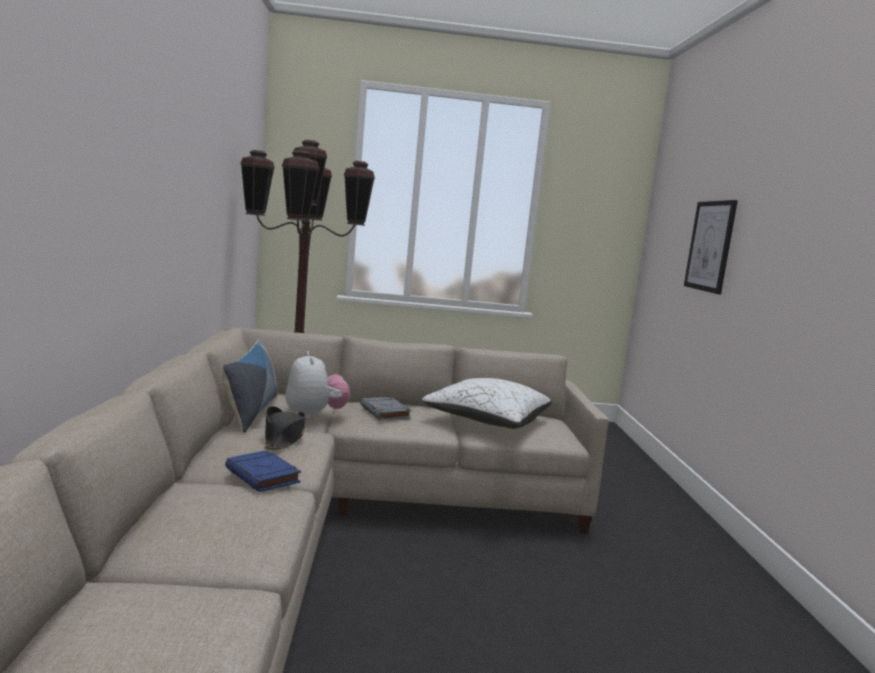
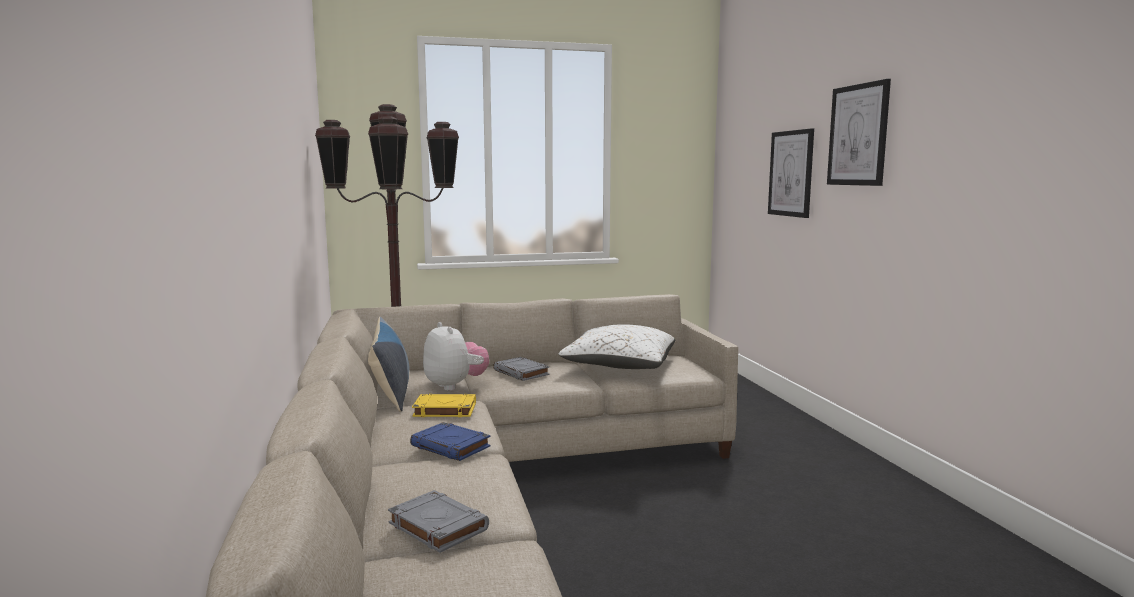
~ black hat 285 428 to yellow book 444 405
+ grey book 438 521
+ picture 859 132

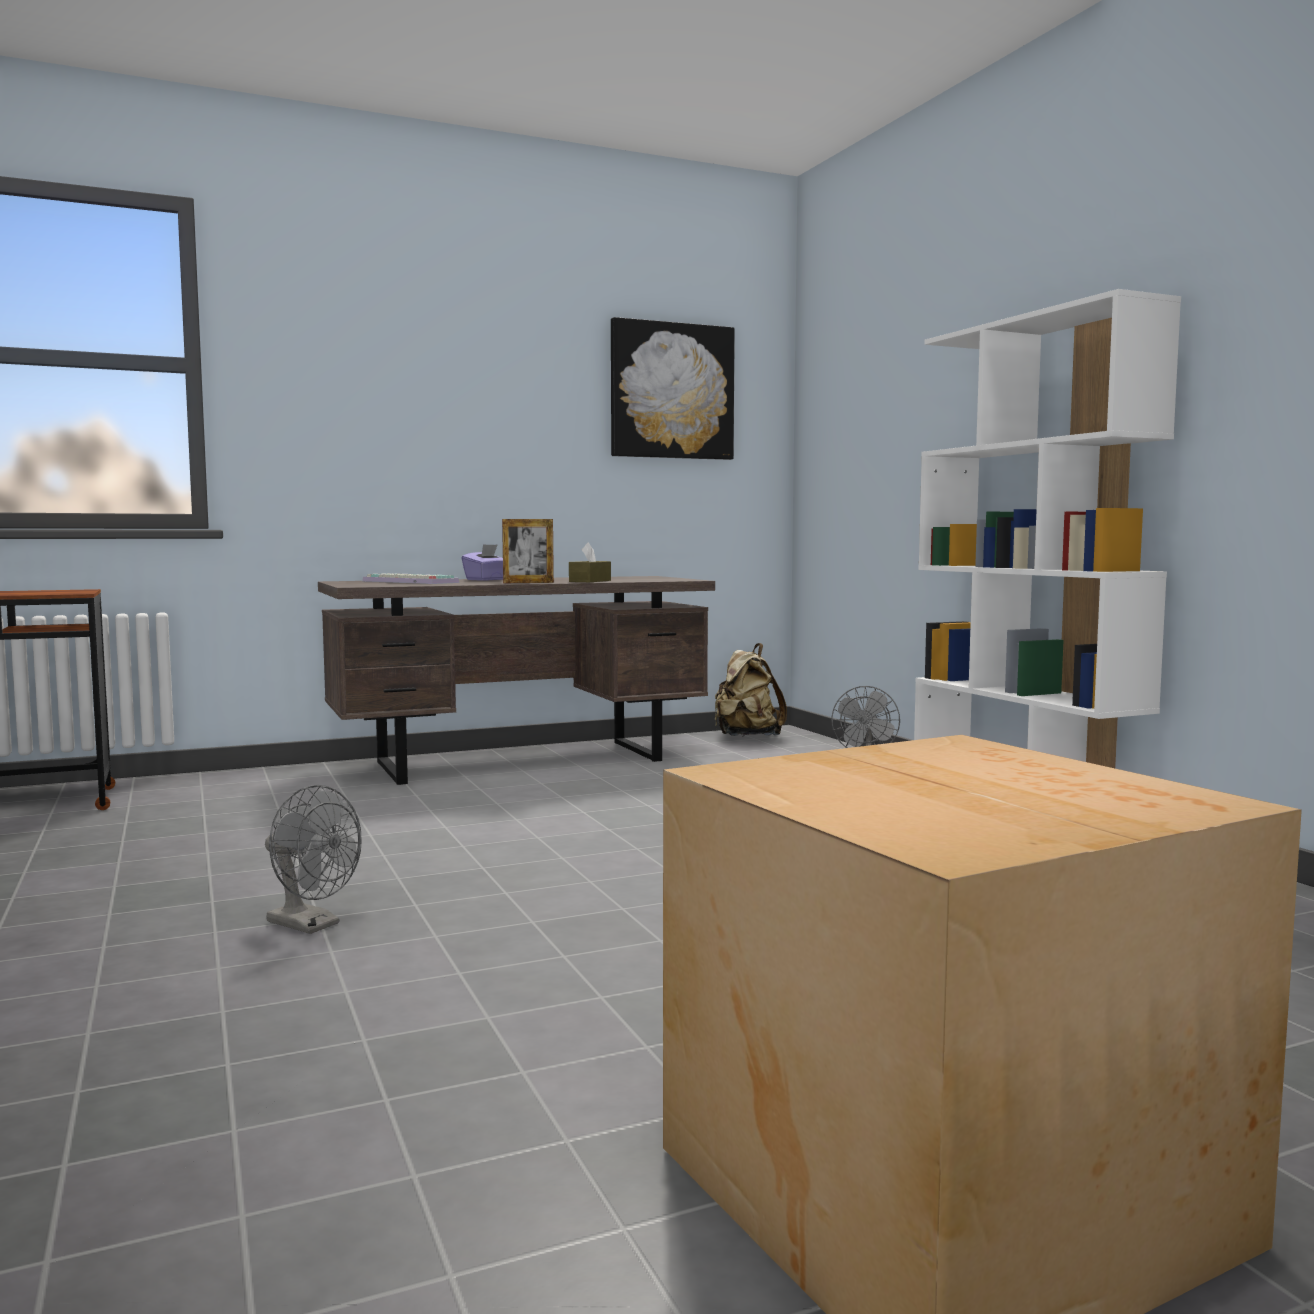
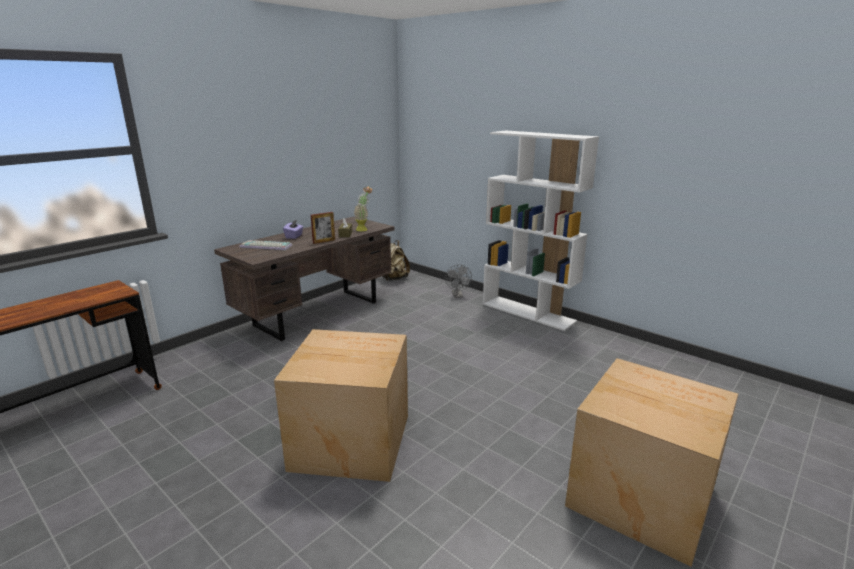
~ grey fan 313 859 to cardboard box 341 405
- picture 673 388
+ potted plant 363 208

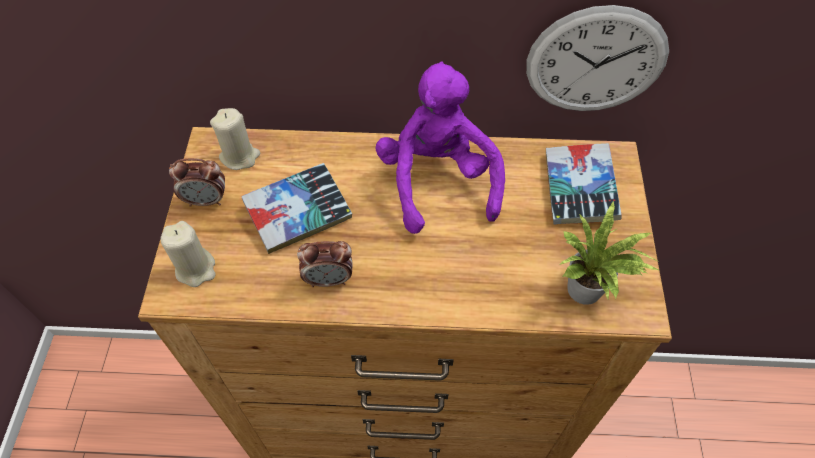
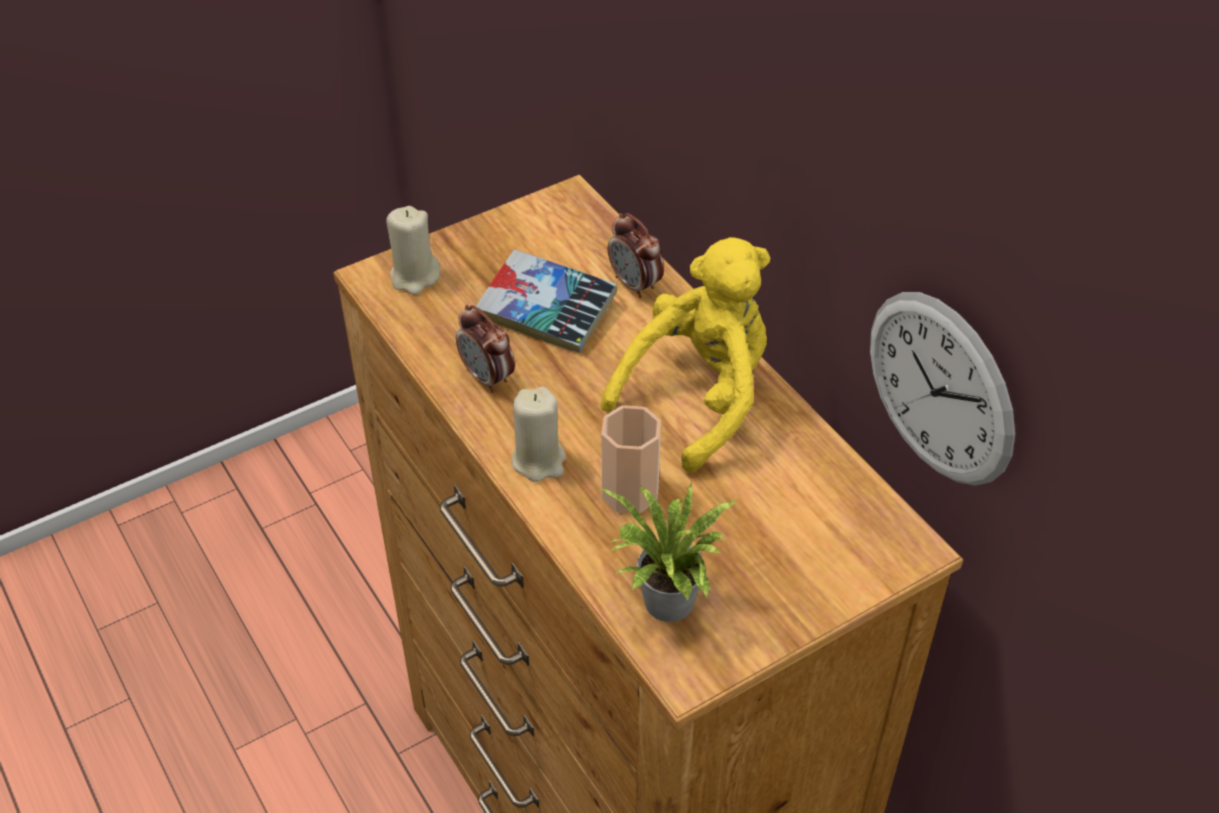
~ alarm clock 197 182 to 636 255
~ beige candle 235 139 to 539 434
~ purple plush toy 440 147 to yellow plush toy 685 354
- book 584 184
+ cup 631 459

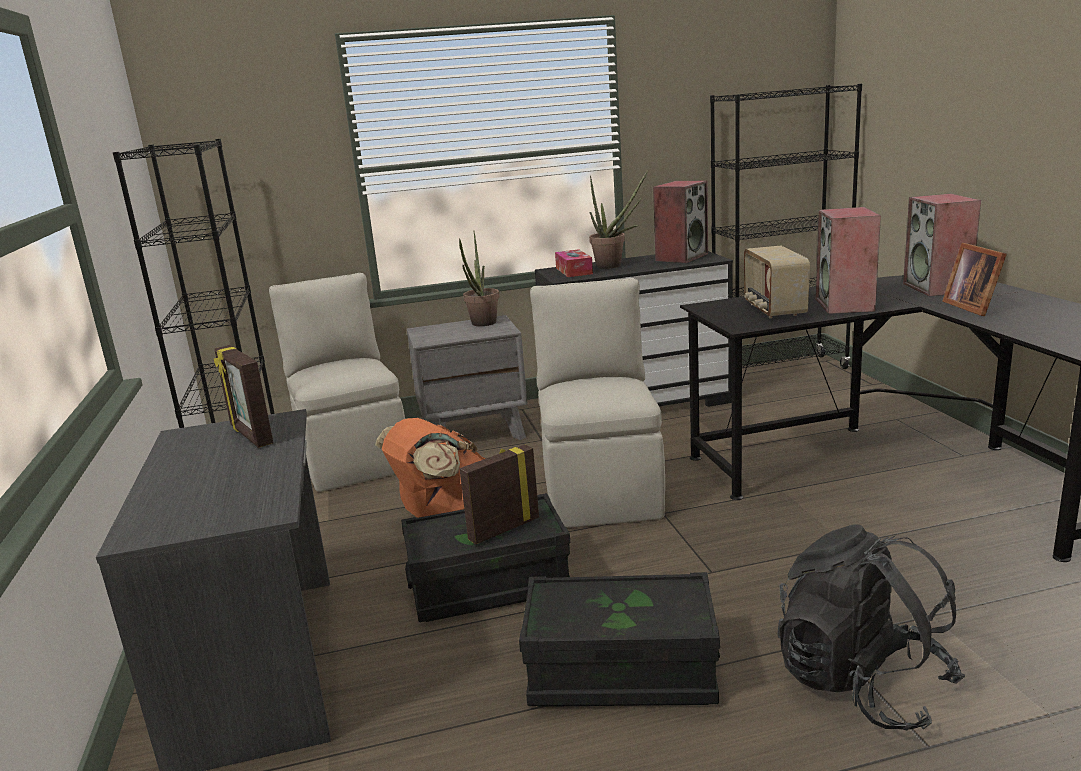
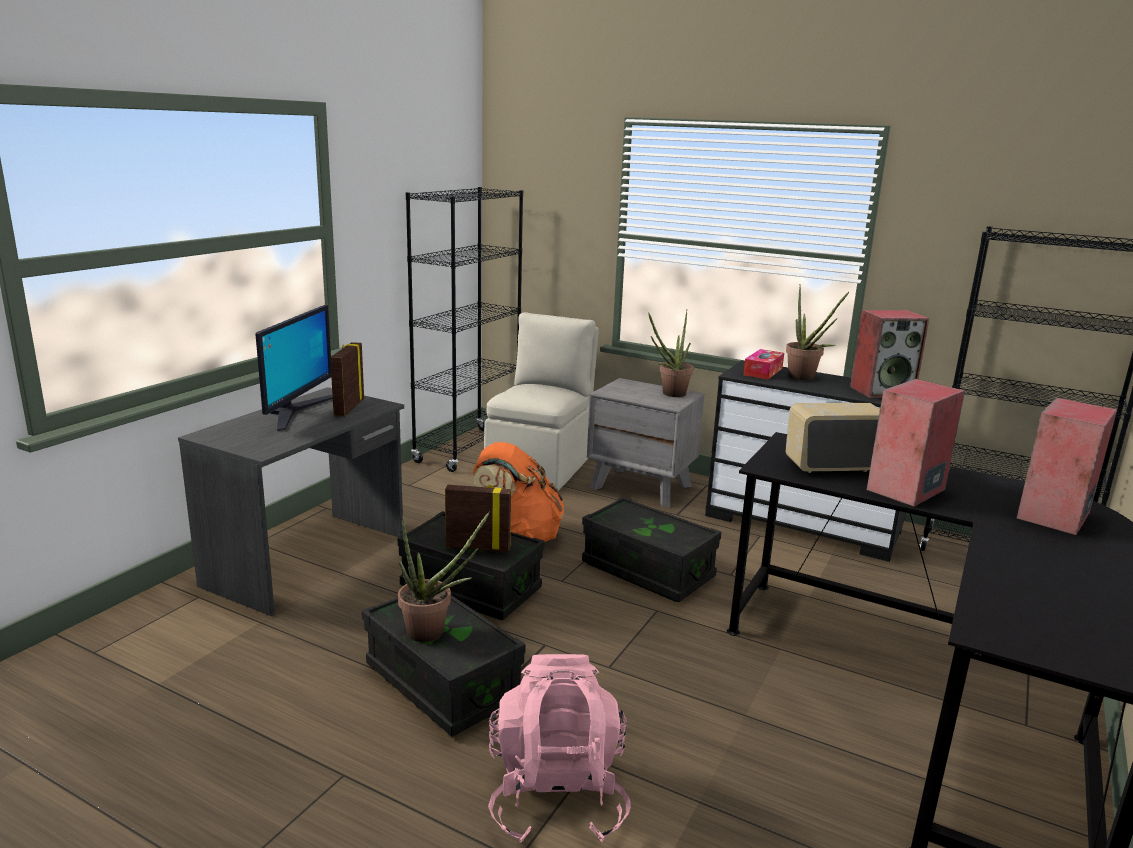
~ beige chair 597 403 to black storage box 652 549
~ radio 777 282 = 832 438 45 degrees clockwise
~ black backpack 871 628 to pink backpack 559 748
- picture frame 975 279
+ monitor 294 368
+ potted plant 444 576

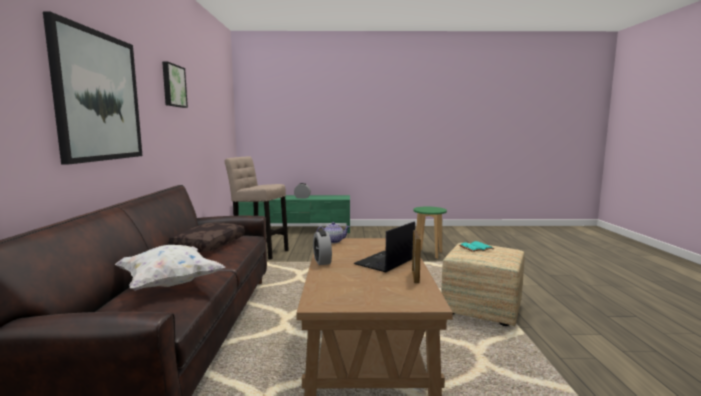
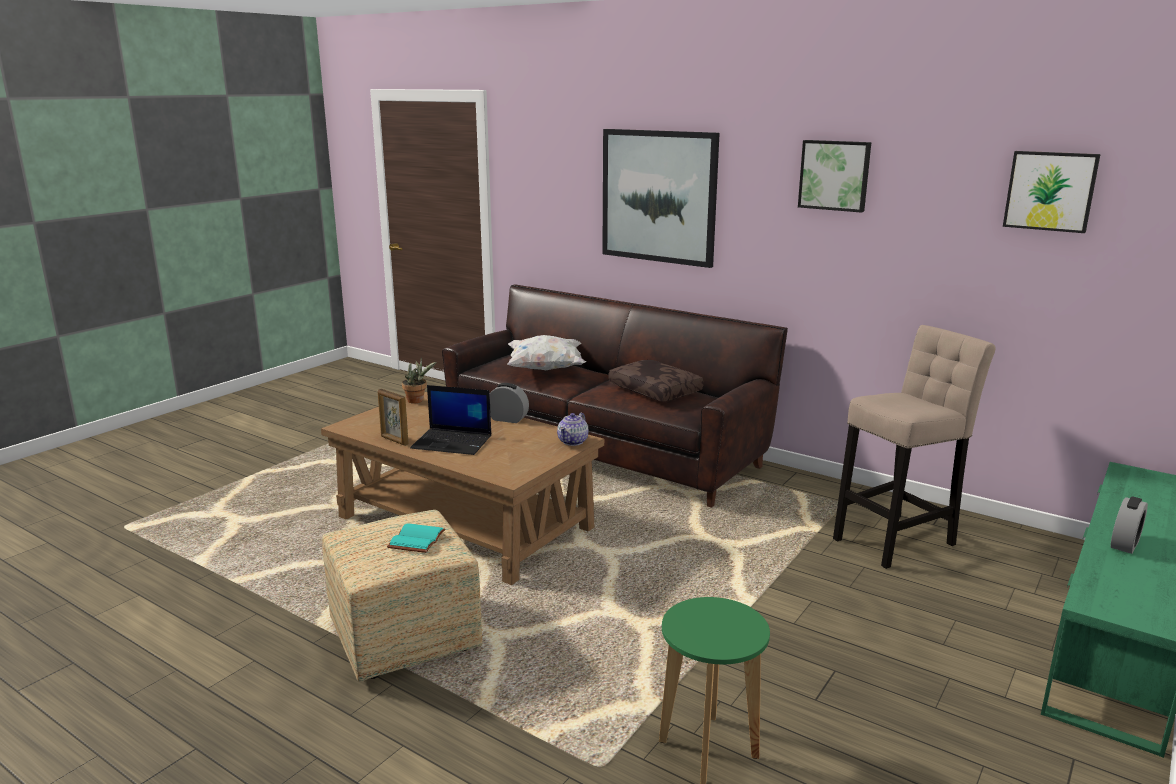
~ laptop 384 246 = 450 420 120 degrees clockwise
+ potted plant 419 380
+ picture 1051 192

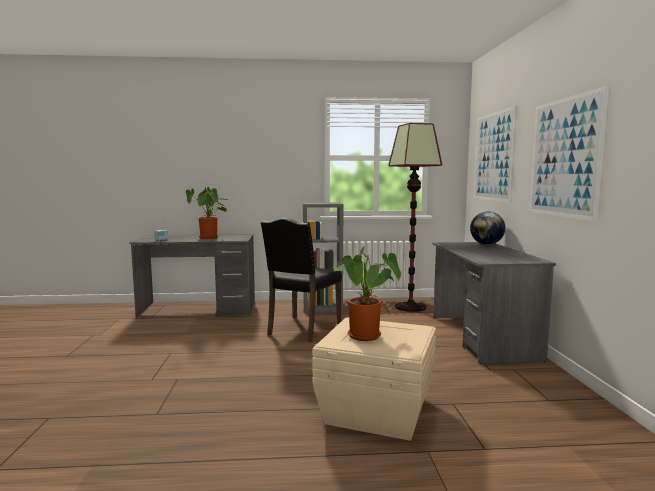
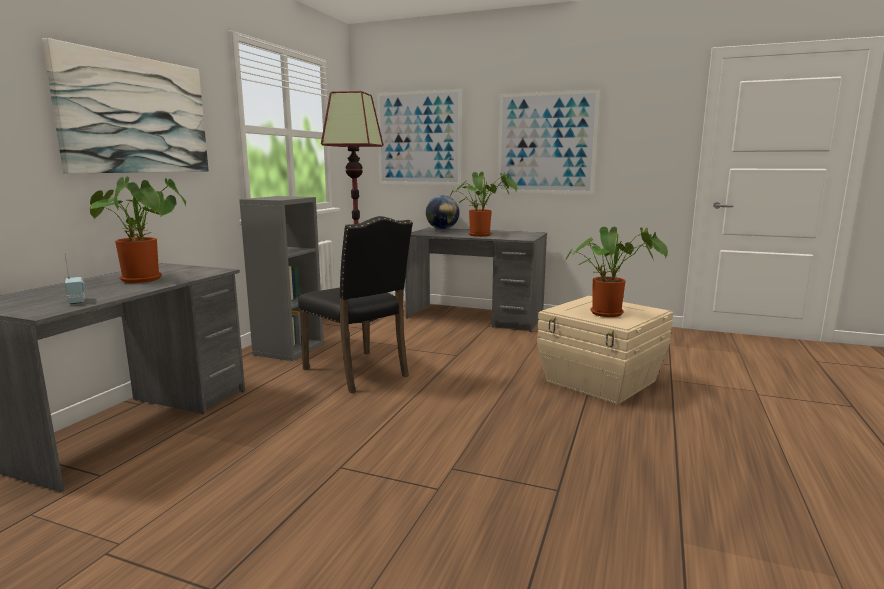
+ picture 125 106
+ potted plant 483 204

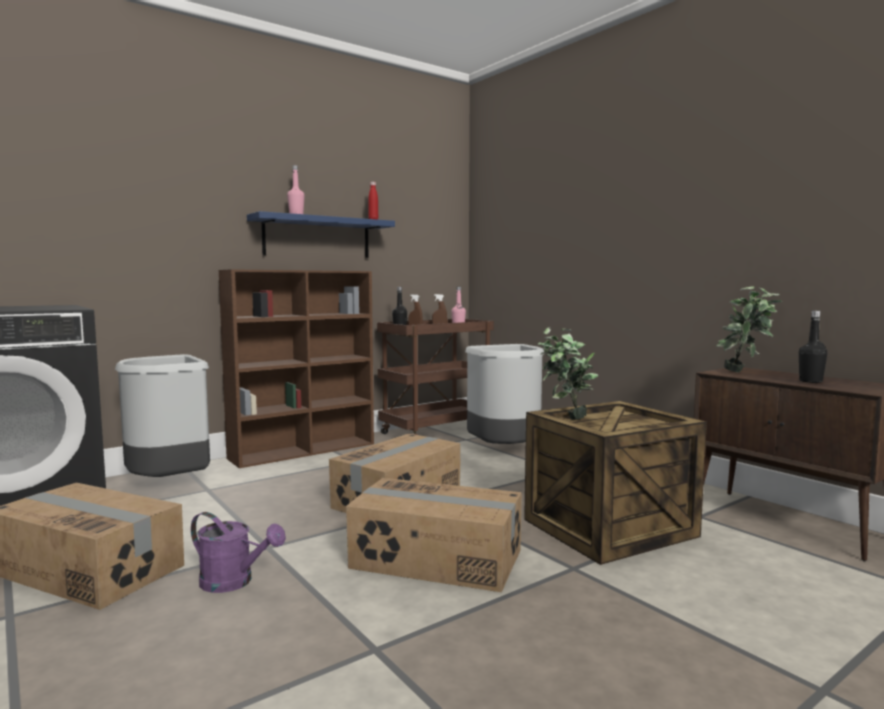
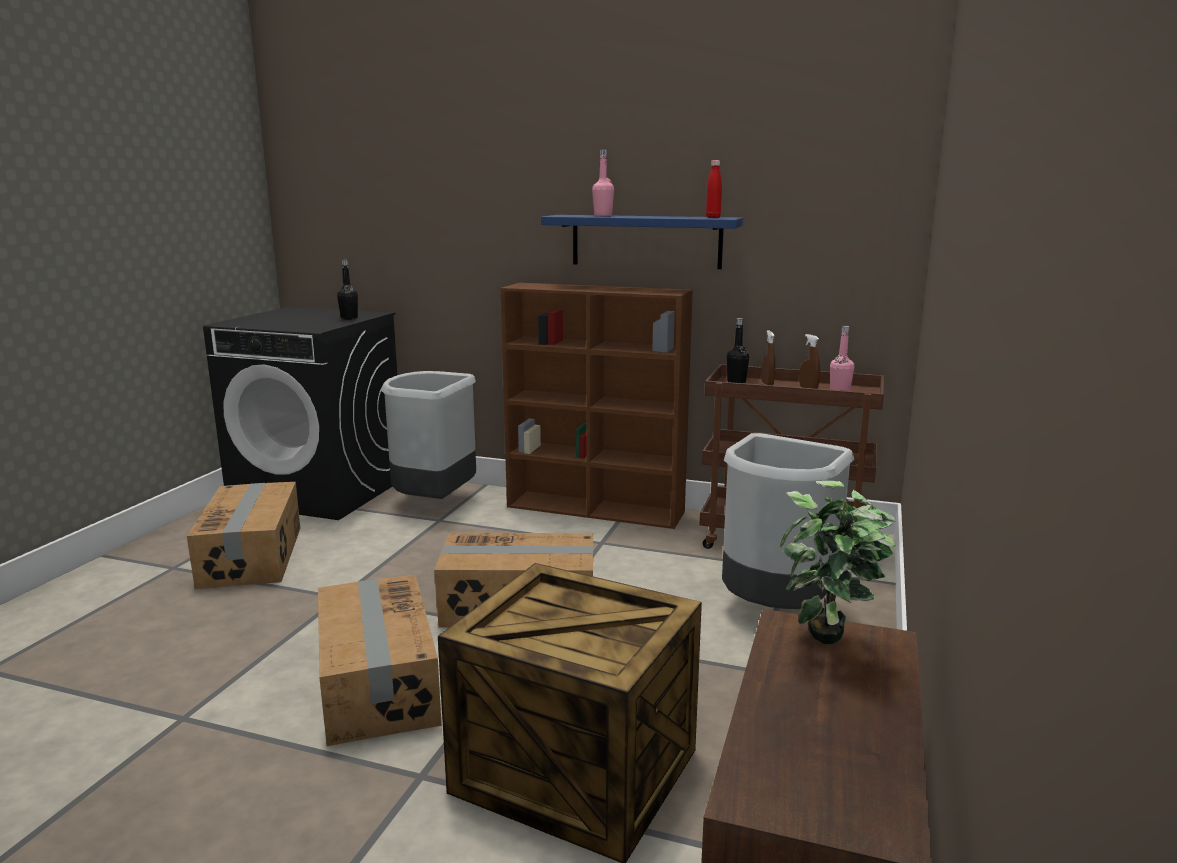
- purple watering can 238 552
- potted plant 568 374
~ black bottle 813 347 to 347 290

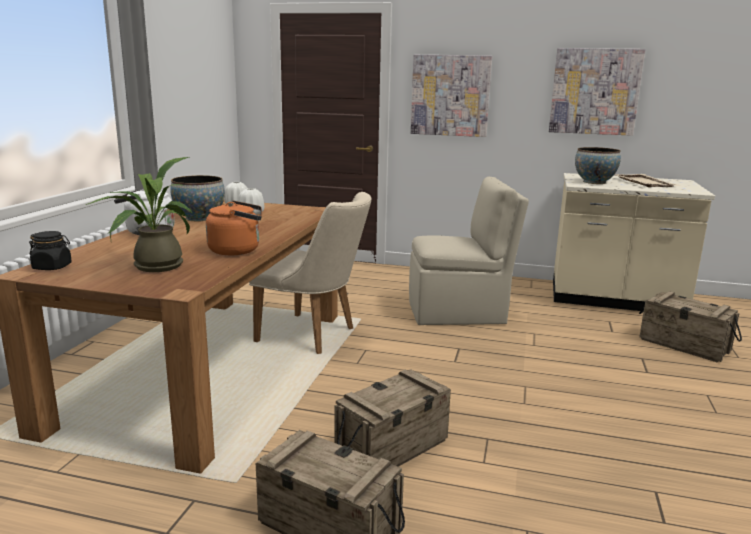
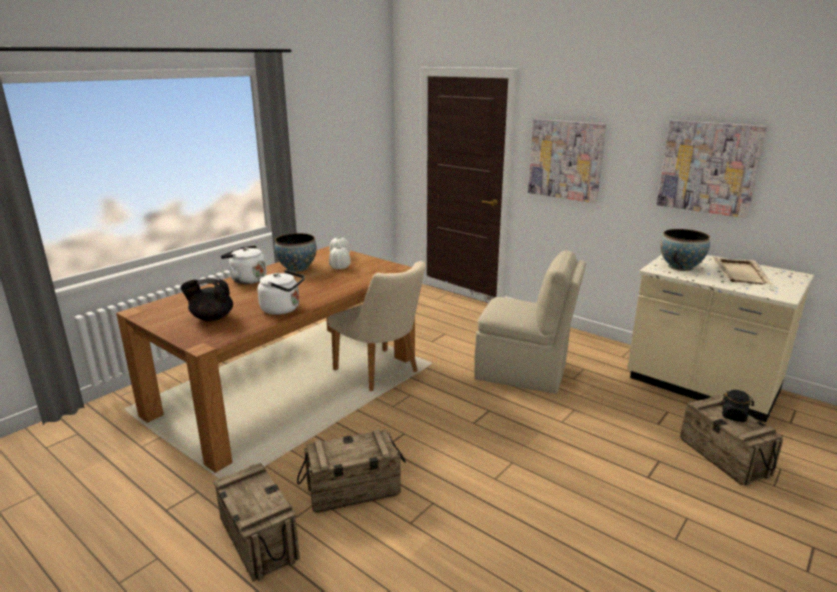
~ black jar 50 250 to 737 406
~ potted plant 139 214 to black teapot 206 299
~ orange kettle 234 228 to white kettle 281 292

